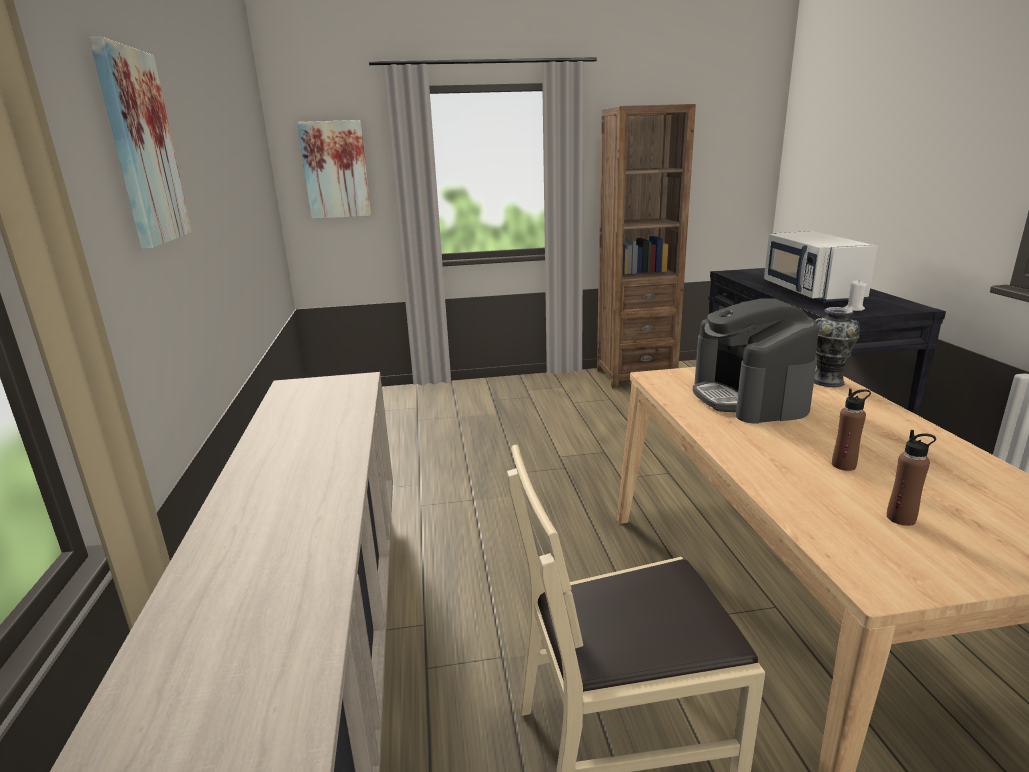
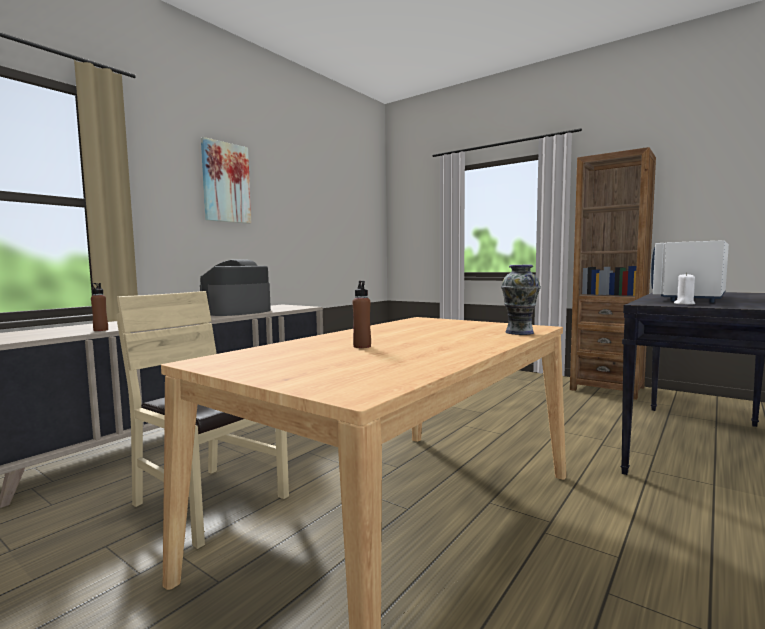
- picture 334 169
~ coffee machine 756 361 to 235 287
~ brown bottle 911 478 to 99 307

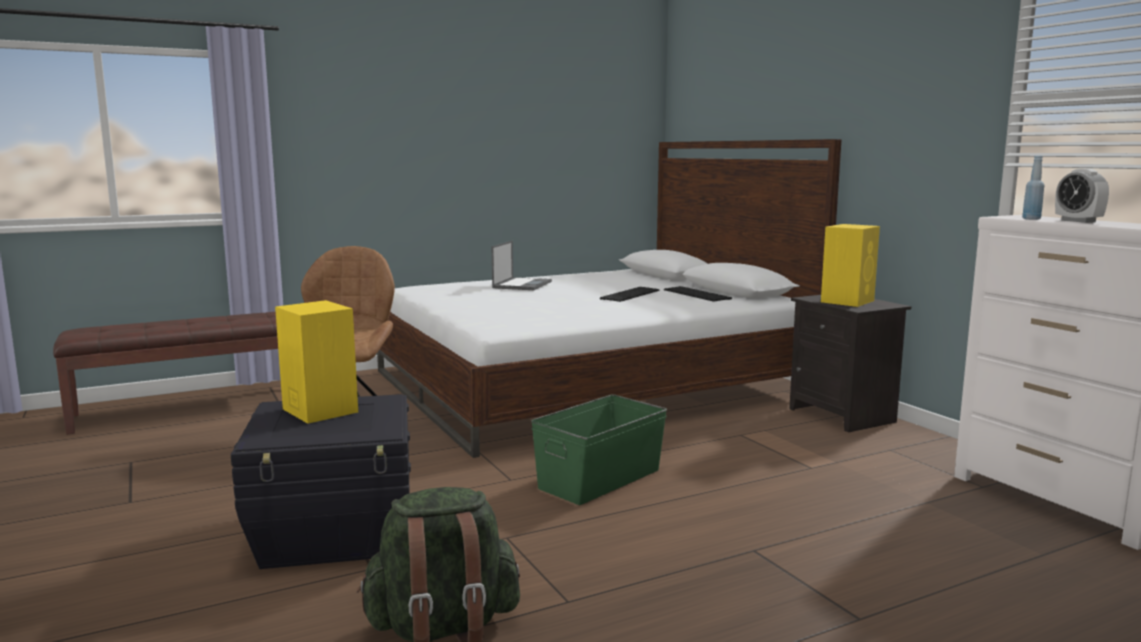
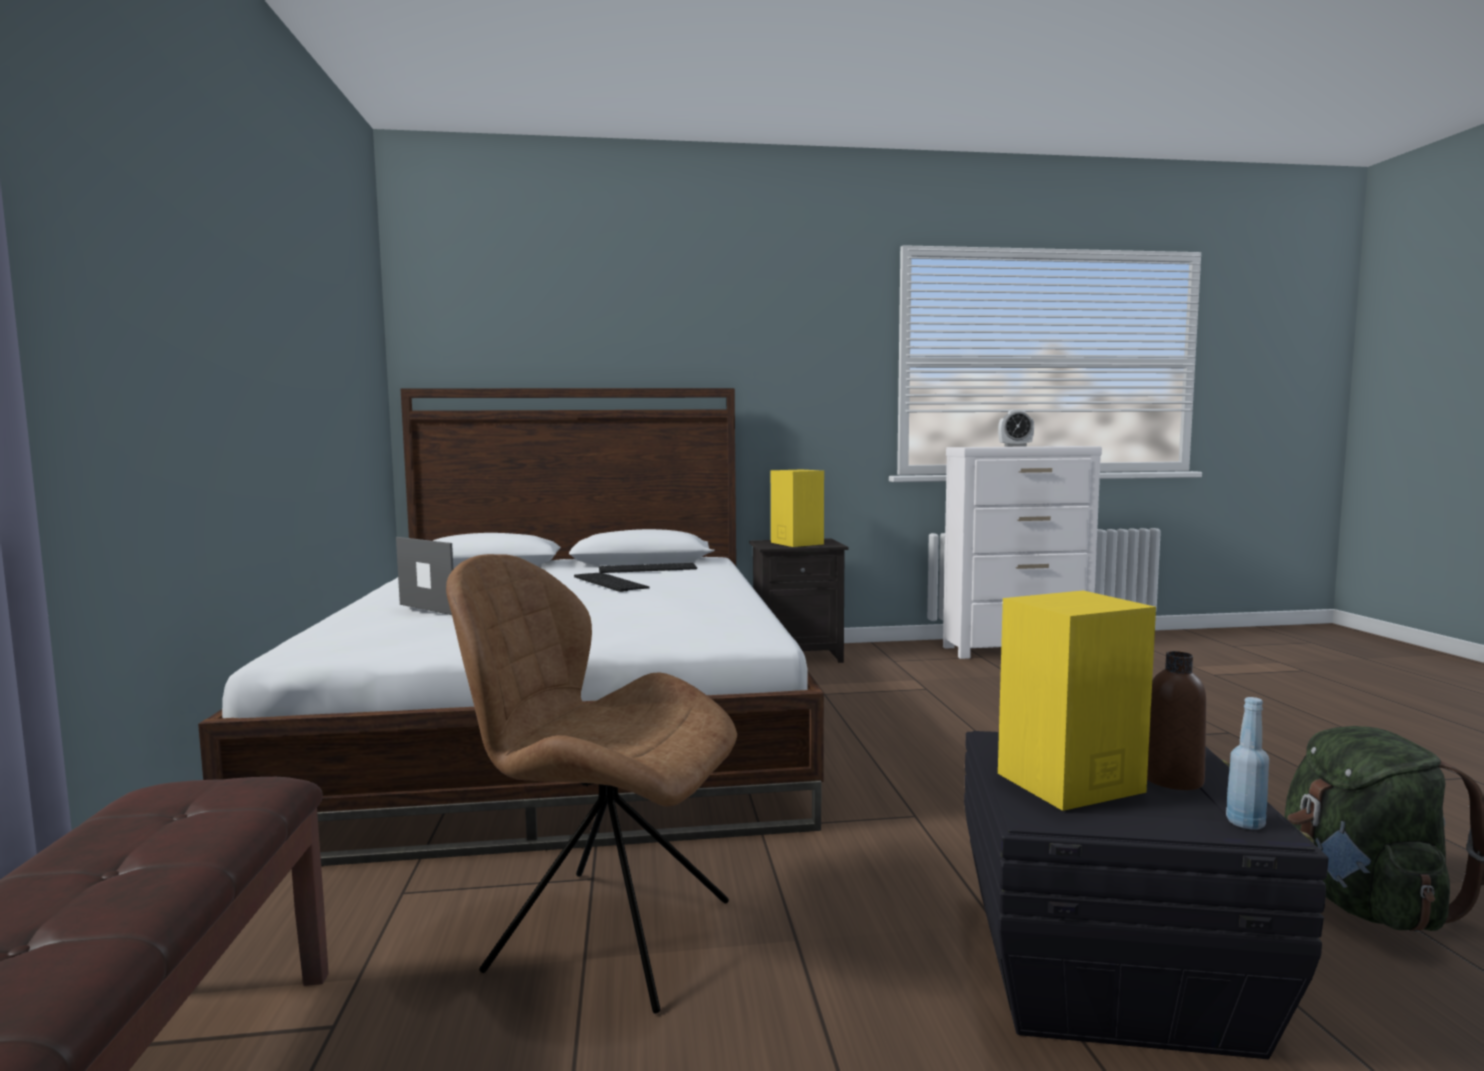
- green storage box 599 449
~ blue bottle 1033 188 to 1247 763
+ brown bottle 1176 720

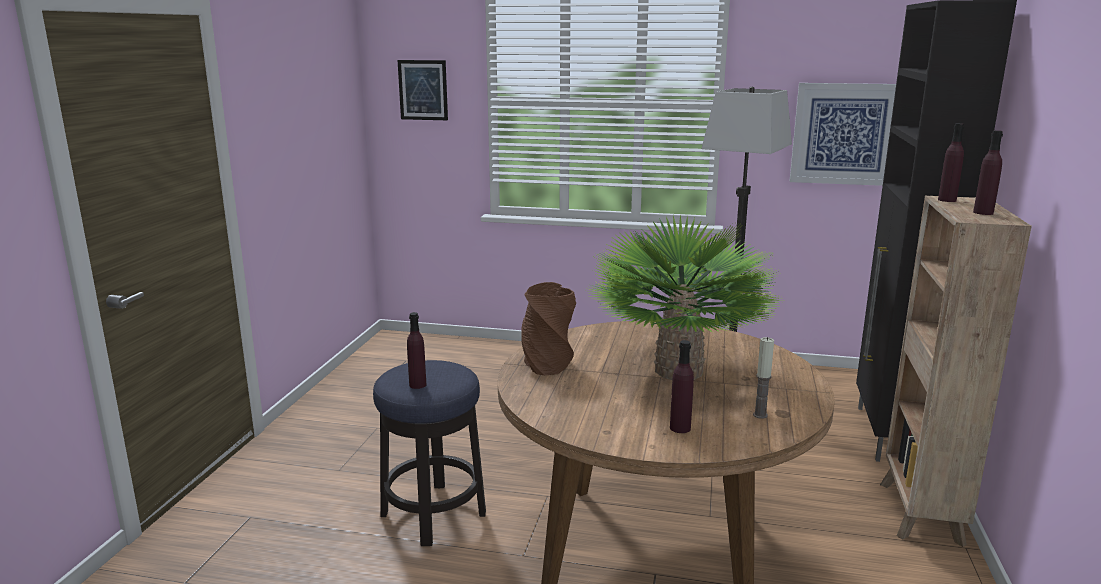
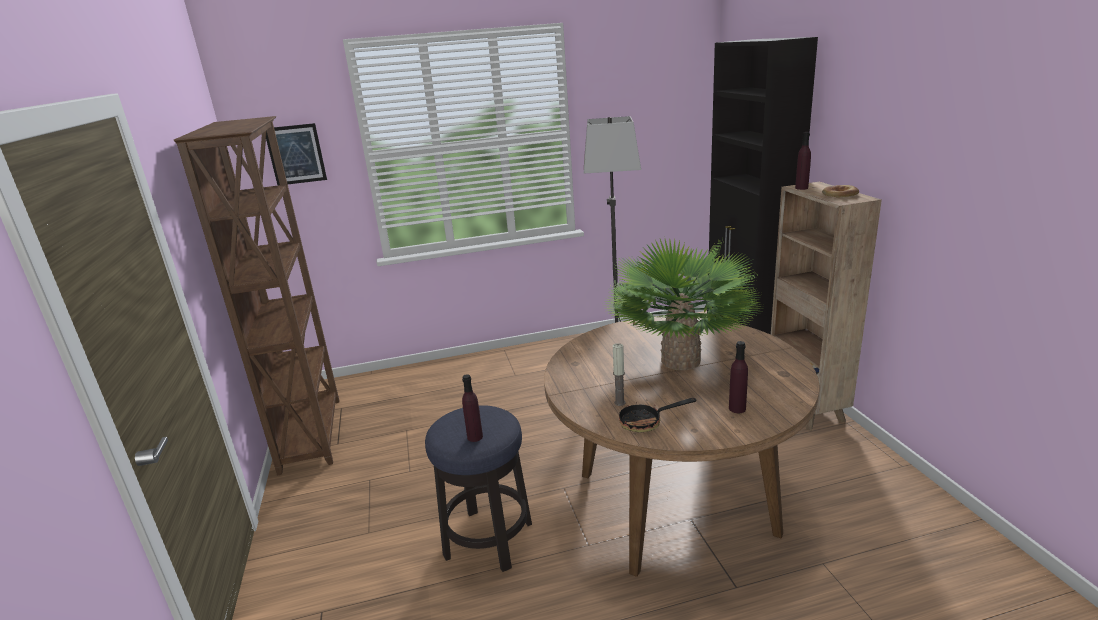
- brown vase 548 328
~ candle 763 378 to 619 374
- picture 843 134
~ purple bottle 988 172 to bread 840 191
+ brown bookcase 257 296
+ frying pan 657 415

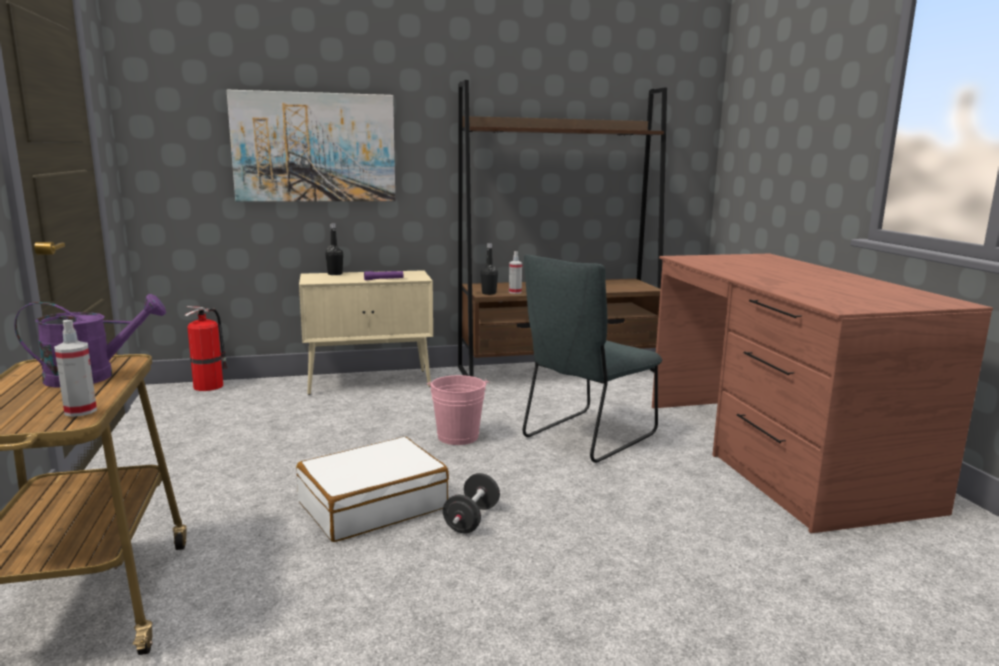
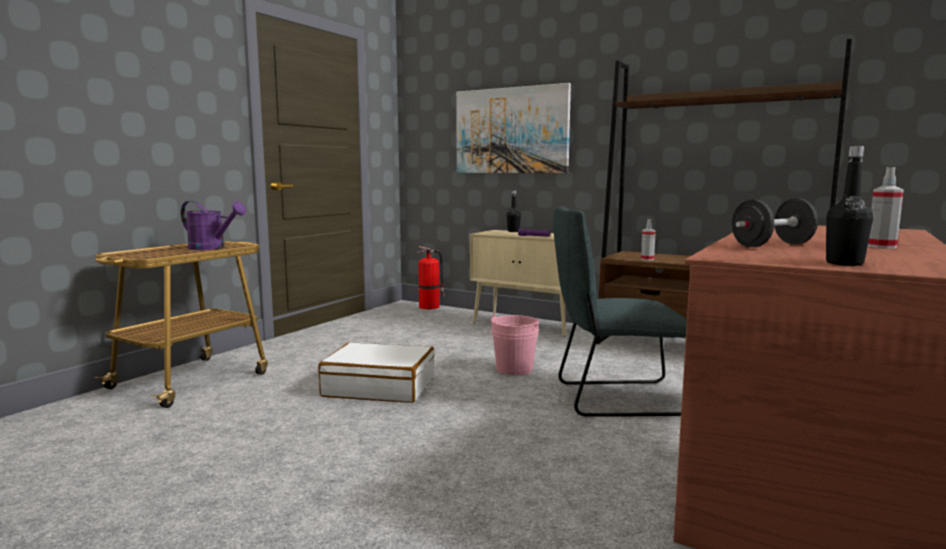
~ spray bottle 75 368 to 886 208
~ black dumbbell 471 503 to 775 222
~ black bottle 489 269 to 849 206

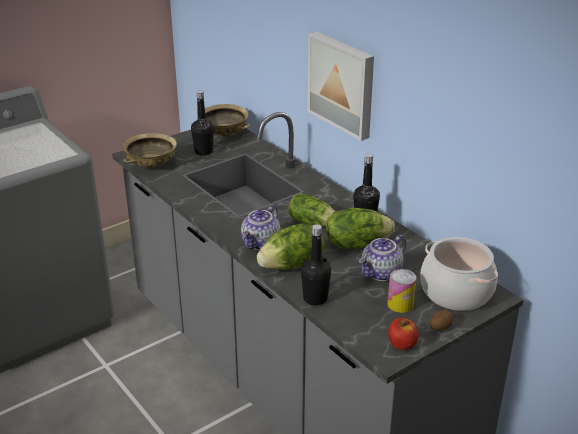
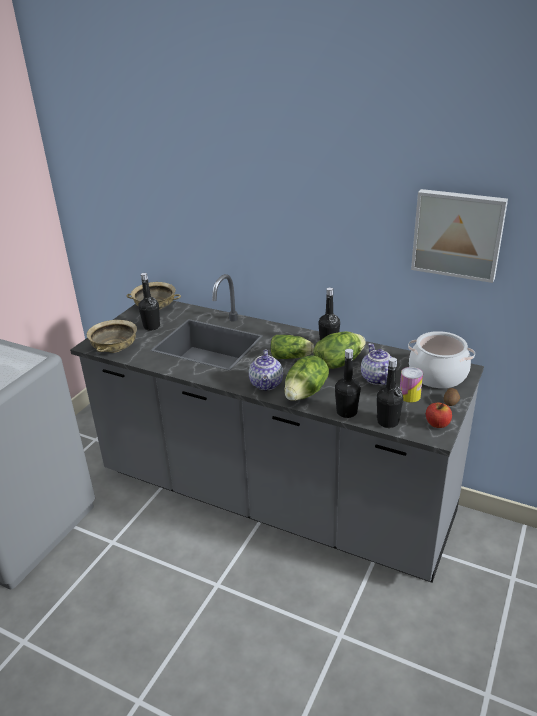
~ picture 340 86 to 459 236
~ teapot 382 258 = 376 364 150 degrees clockwise
+ black bottle 390 392

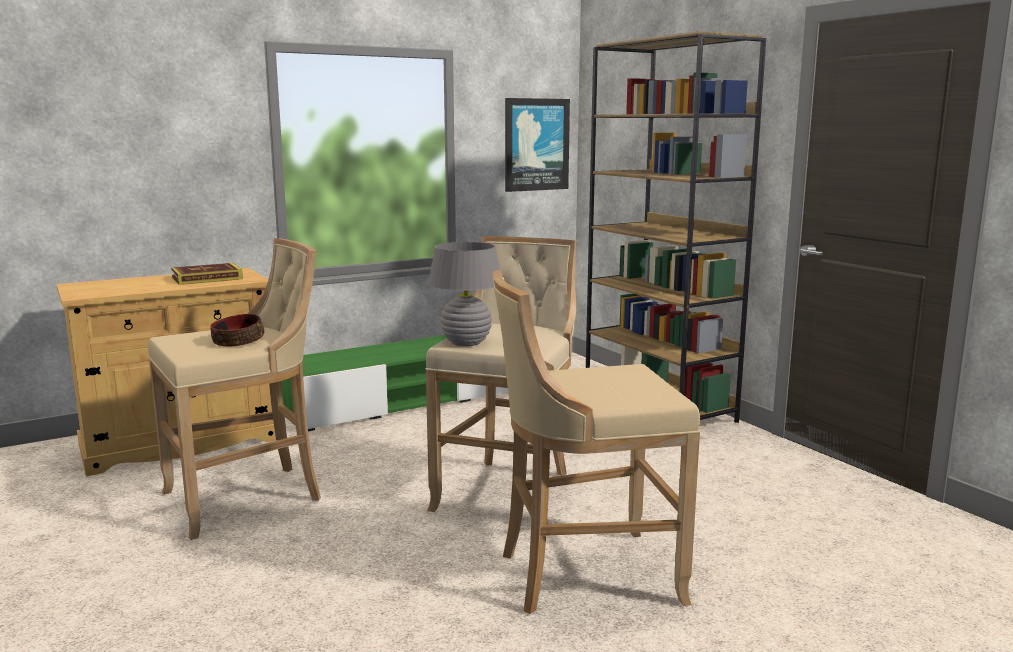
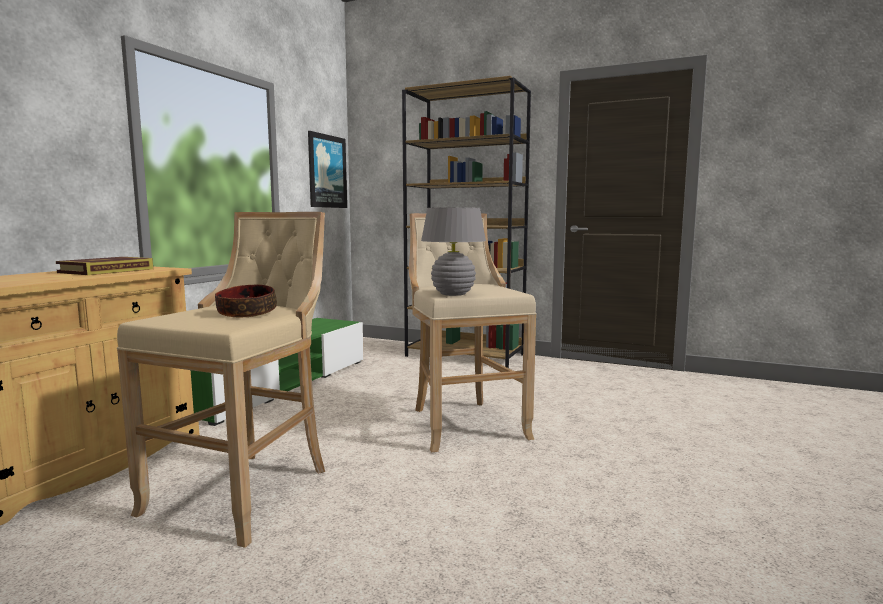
- beige stool 596 442

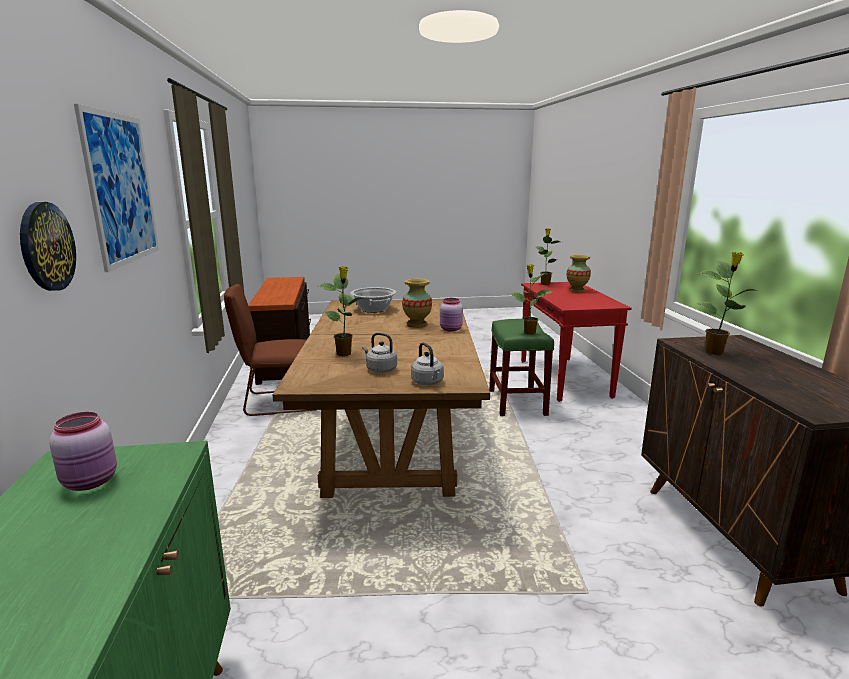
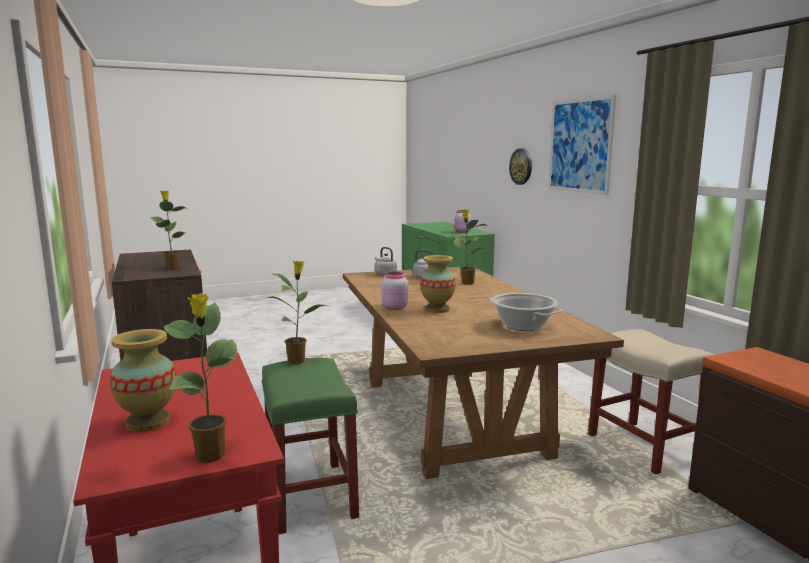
~ brown chair 270 350 to beige stool 651 401

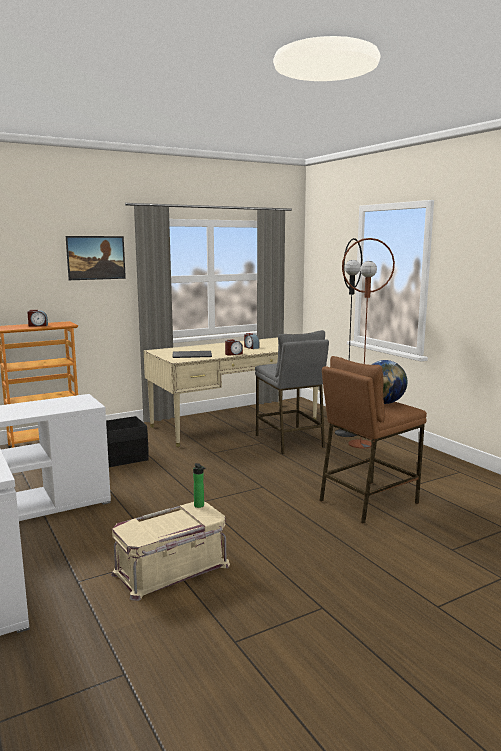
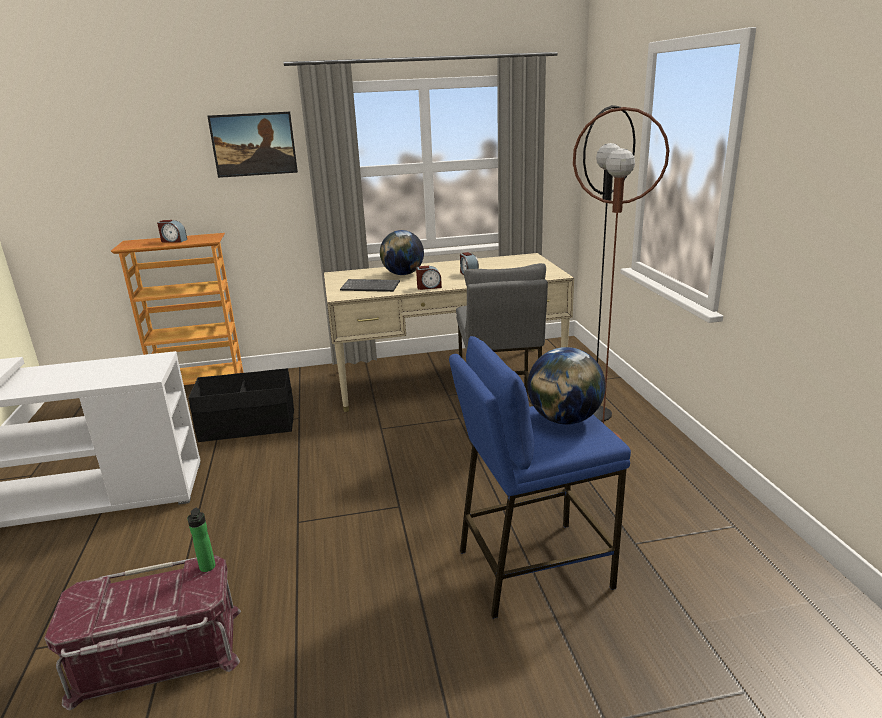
~ beige storage box 170 551 to red storage box 142 632
~ brown stool 373 440 to blue stool 540 477
+ globe 402 252

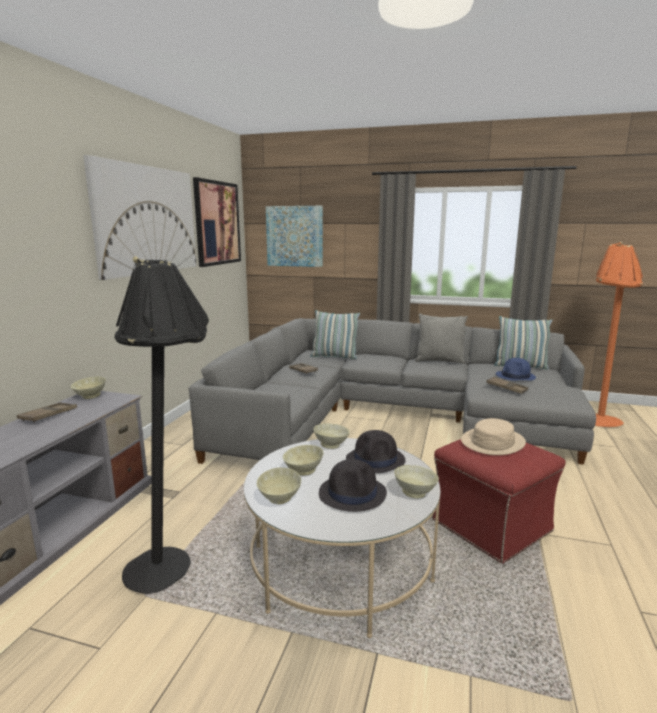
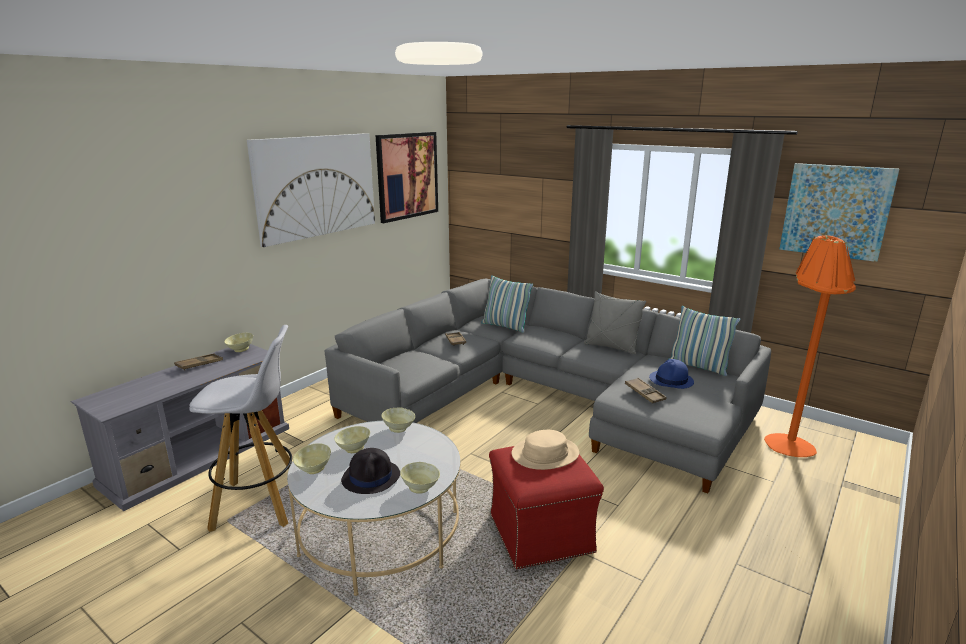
~ black floor lamp 161 425 to white stool 240 428
~ picture 294 236 to 839 212
- black hat 375 451

